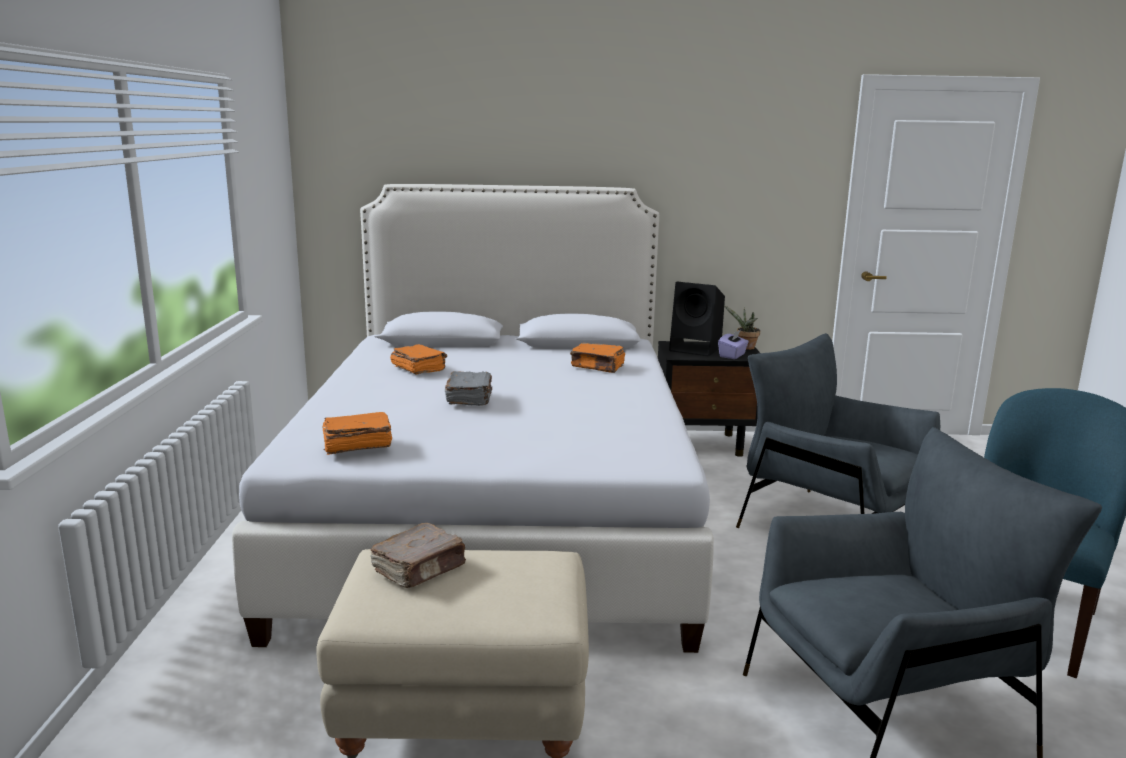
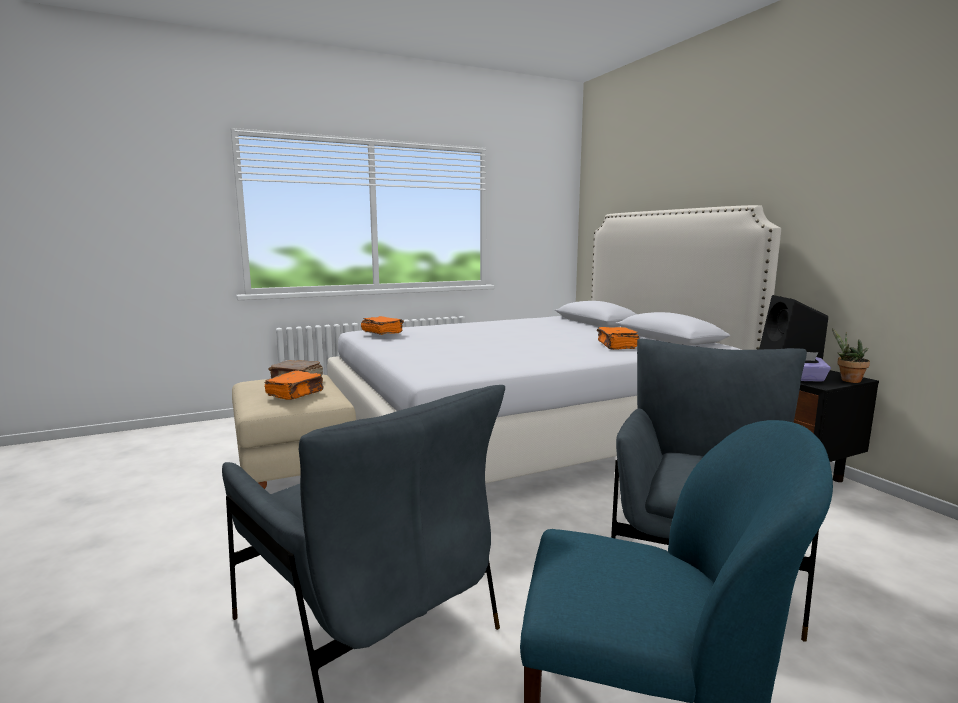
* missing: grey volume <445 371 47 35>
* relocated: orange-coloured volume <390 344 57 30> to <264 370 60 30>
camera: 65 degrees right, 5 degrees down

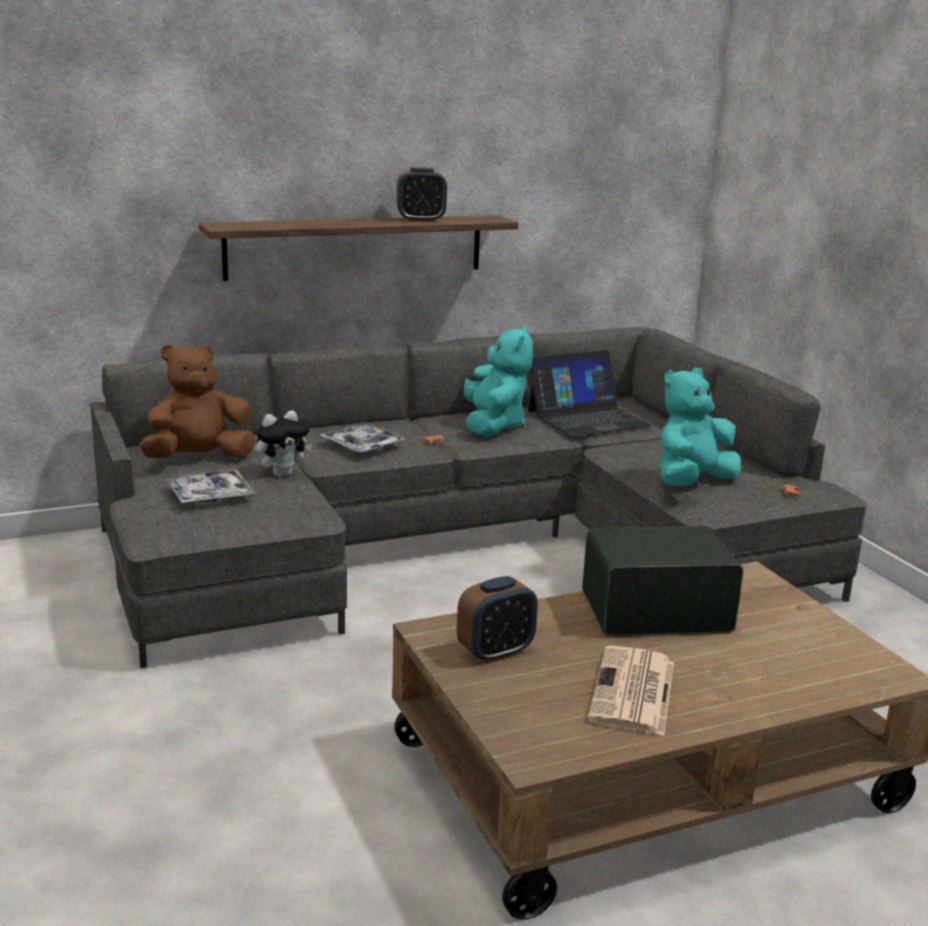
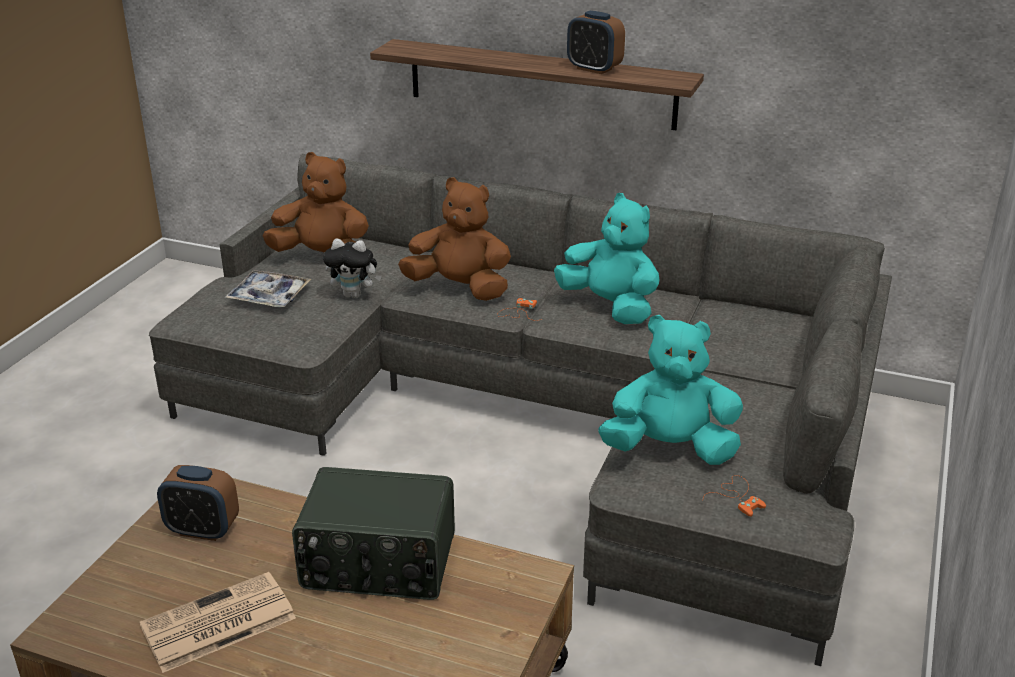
* missing: portable computer <528 350 124 87>
* exchanged: serving tray <321 422 86 31> to brown cuddly toy <398 177 113 124>
* spun: turquoise-coloured cuddly toy <464 325 69 111> = <554 193 105 131> 90 degrees counterclockwise
* spun: radio receiver <582 526 161 111> = <292 467 163 133> 150 degrees clockwise
camera: 45 degrees right, 10 degrees up

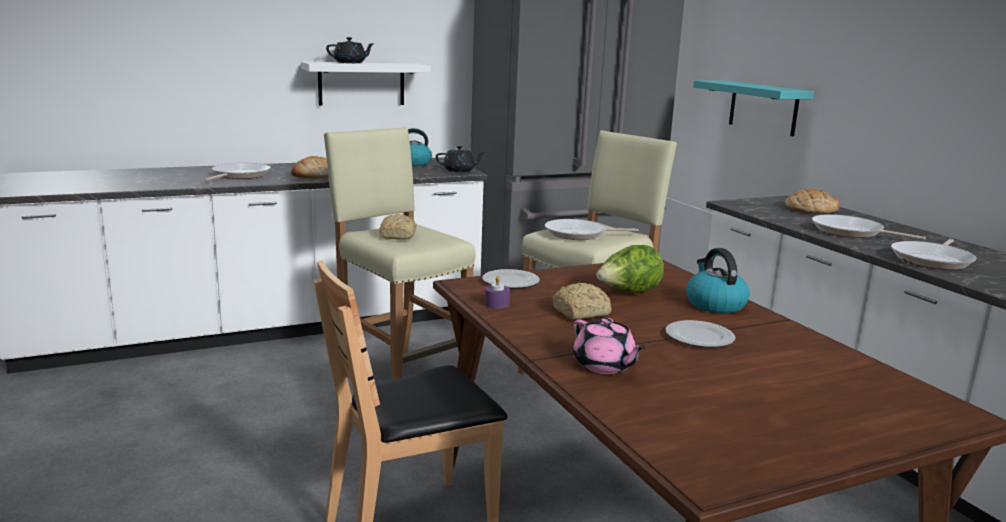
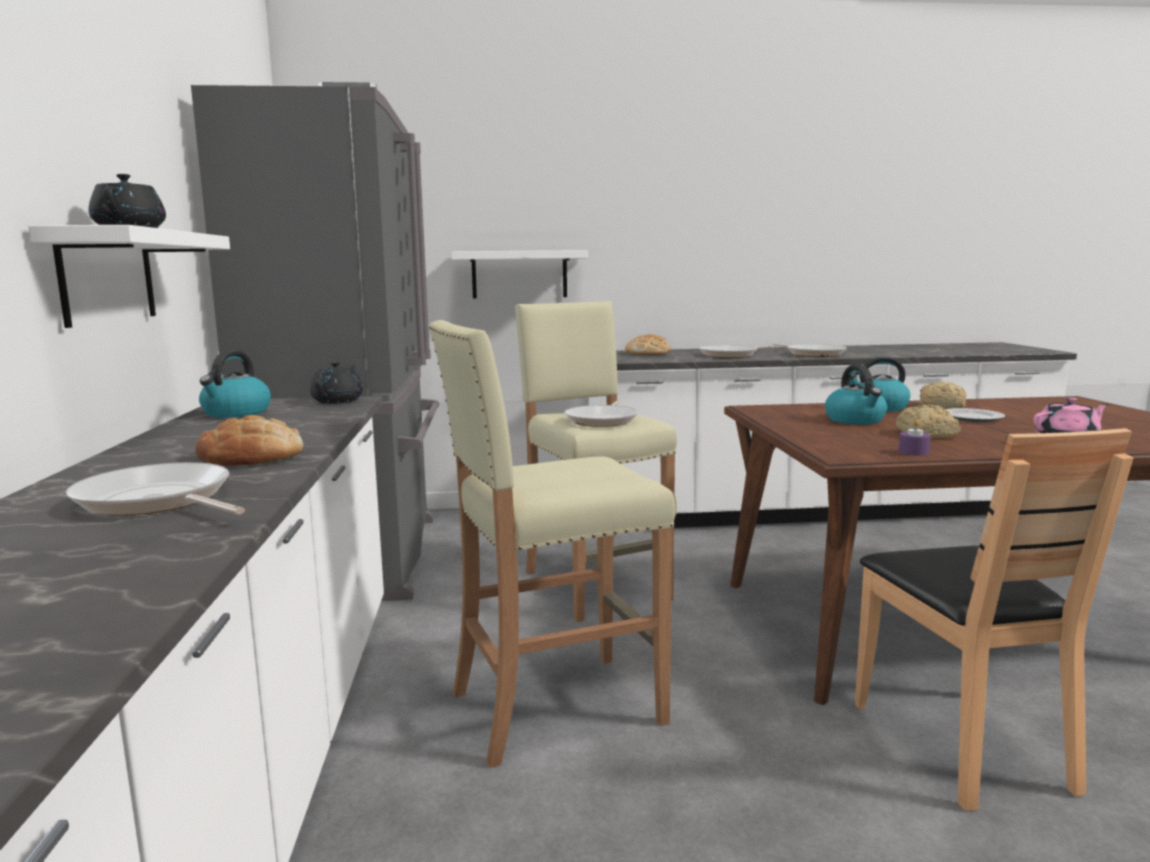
* missing: plate <482 269 58 20>
* relocated: bakery bread <379 214 38 26> to <920 382 47 27>
* exchanged: head of lettuce <597 245 67 48> to water kettle <825 364 62 61>
* colour: turquoise-coloured wall shelf <693 80 121 56> to whitish wall shelf <451 250 137 49>
camera: 70 degrees left, 5 degrees down

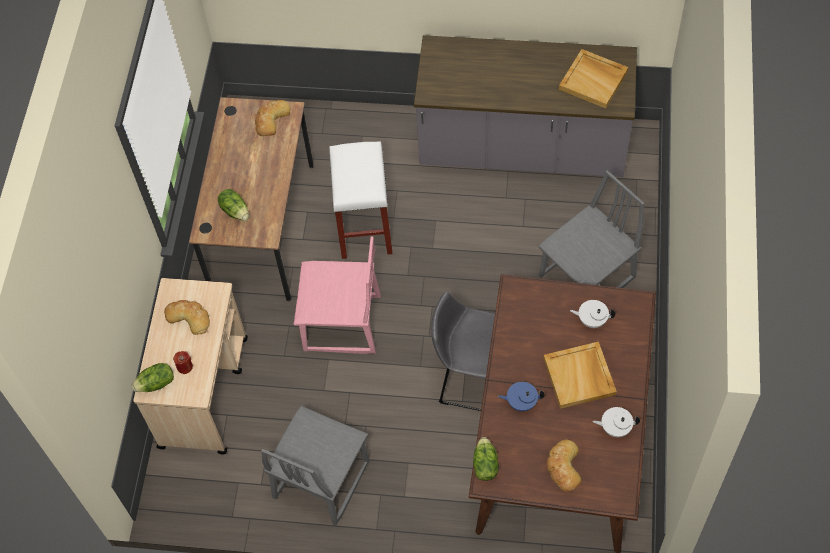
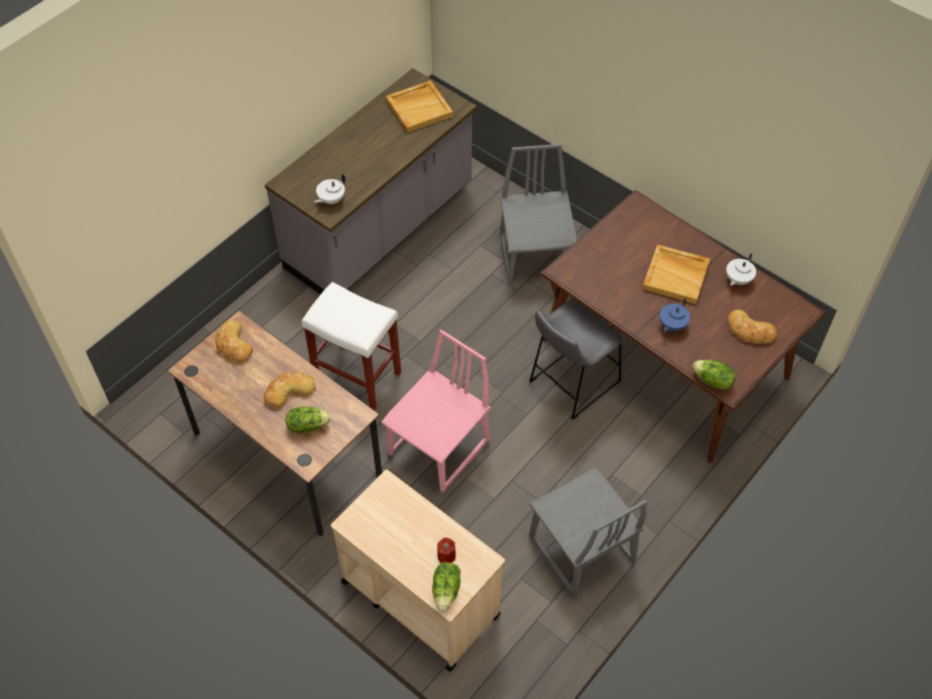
* relocated: bakery bread <164 300 46 35> to <264 372 52 36>
* relocated: whitish teapot <570 300 45 28> to <314 174 31 30>
camera: 60 degrees left, 5 degrees down

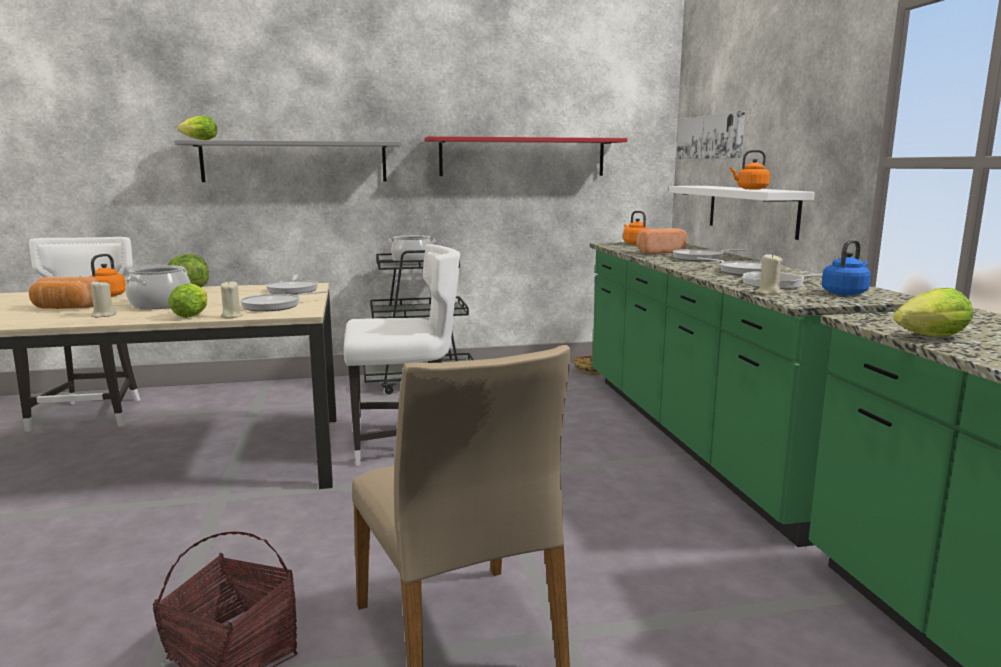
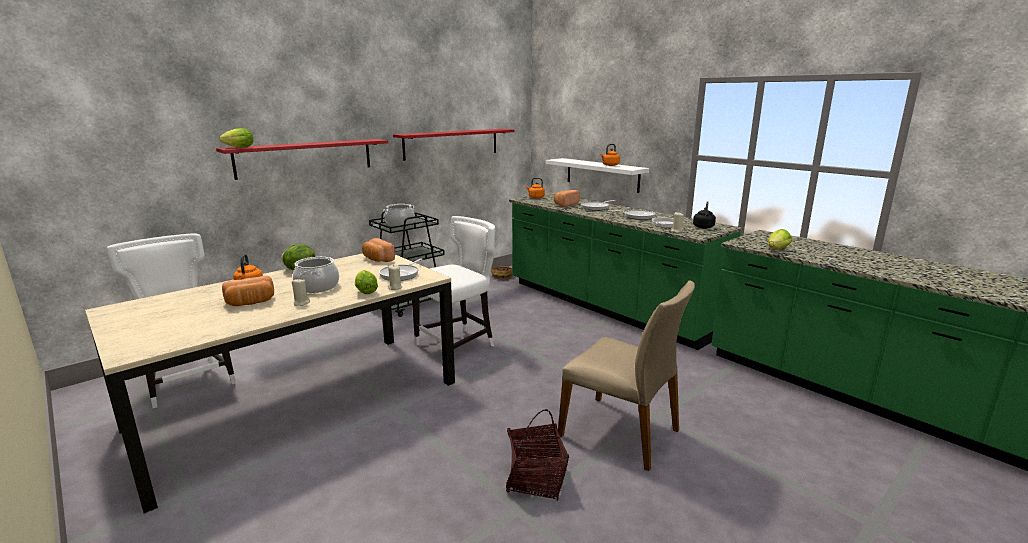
* missing: picture <677 111 68 48>
* exchanged: frying pan <266 275 52 20> to bakery bread <362 238 33 24>
* colour: grey wall shelf <174 140 228 42> to red wall shelf <216 139 172 41>
* colour: blue-coloured water kettle <822 240 49 55> to black water kettle <693 201 23 27>
camera: 30 degrees left, 5 degrees up

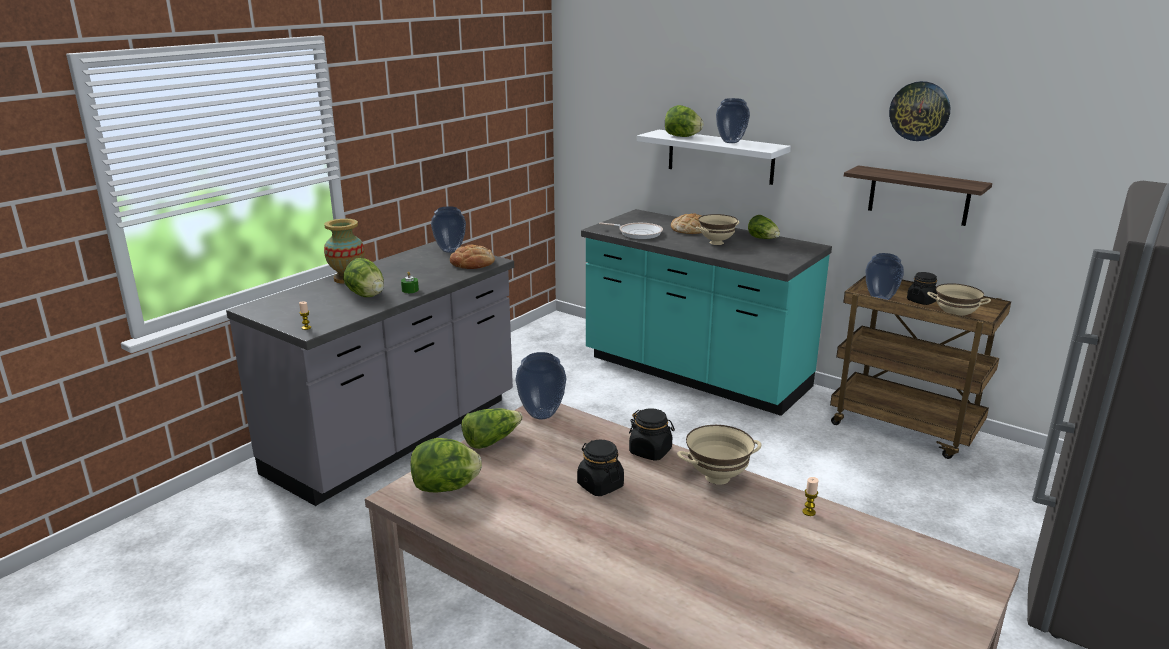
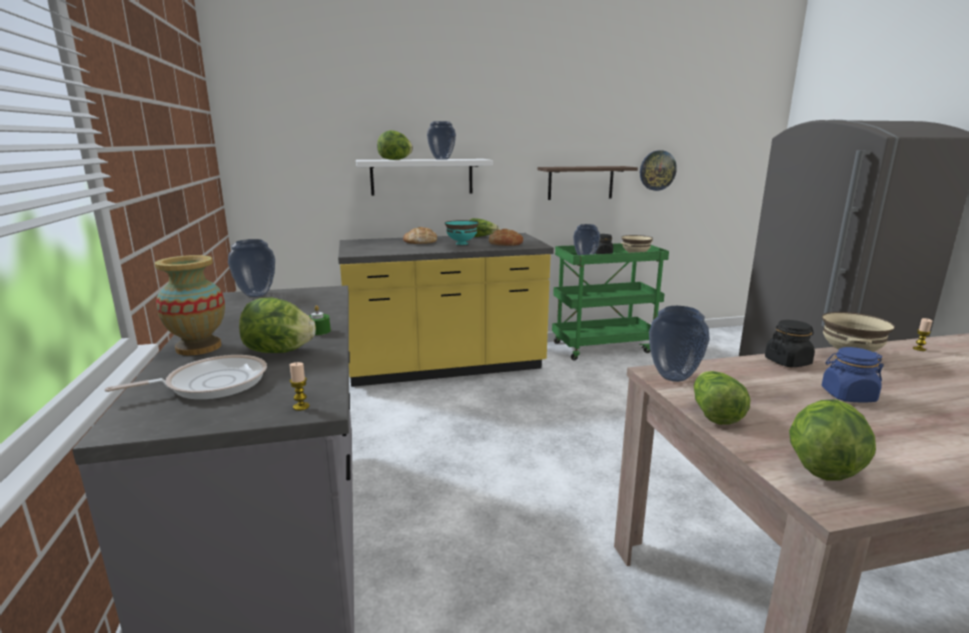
* relocated: bakery bread <450 244 45 25> to <489 229 34 17>
* relocated: frying pan <599 222 64 17> to <104 355 163 44>
* relocated: clock on the wall <889 81 61 60> to <640 150 37 41>
* colour: black storage jar <577 440 47 56> to blue-coloured storage jar <822 347 62 55>
* colour: turquoise-coloured kitchen counter <581 209 251 207> to yellow-coloured kitchen counter <338 233 216 154>
* colour: sand-coloured deep dish <696 214 43 31> to turquoise-coloured deep dish <445 220 34 25>
* colour: brown trolley <830 275 181 184> to greenish trolley <552 243 117 118>
camera: 50 degrees left, 5 degrees down

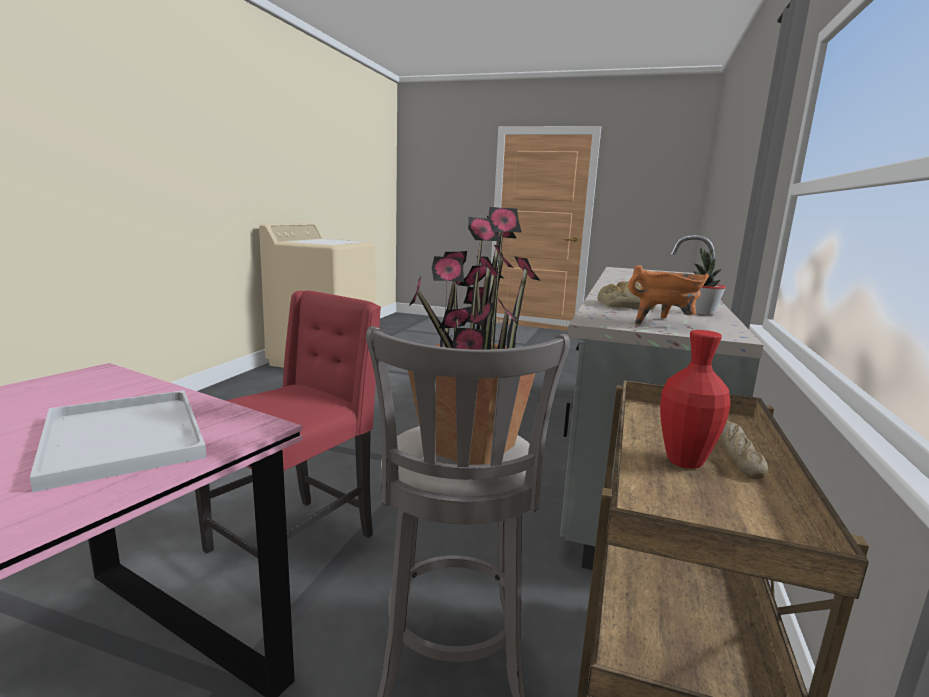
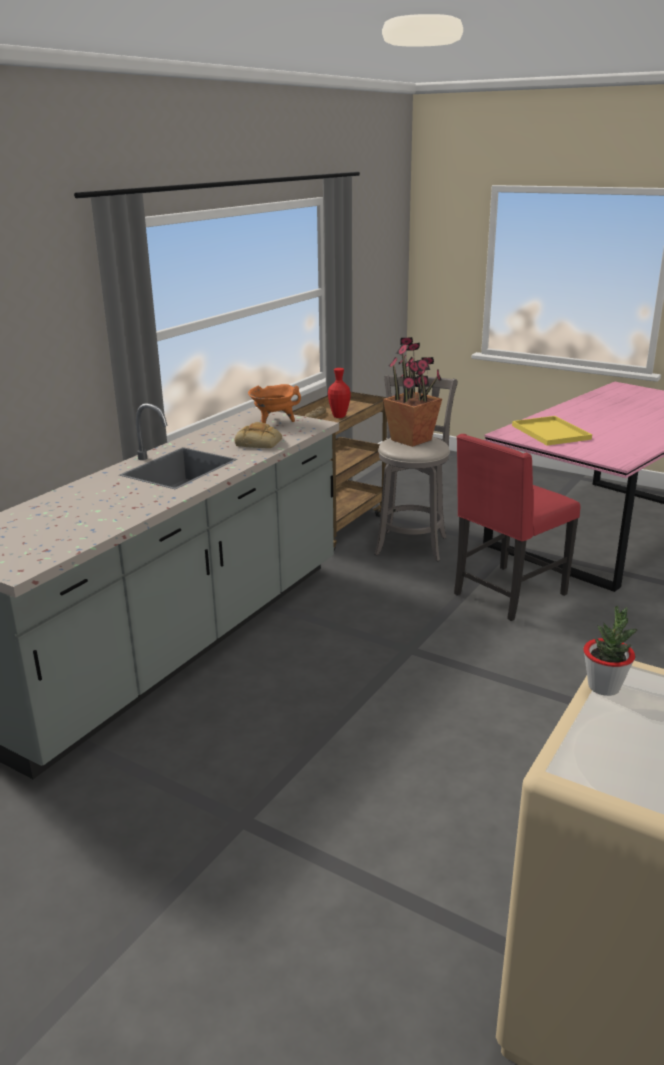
* relocated: houseplant <694 248 32 67> to <583 606 55 90>
* colour: whitish serving tray <30 390 177 102> to yellow-coloured serving tray <512 416 80 30>
camera: 165 degrees left, 10 degrees up

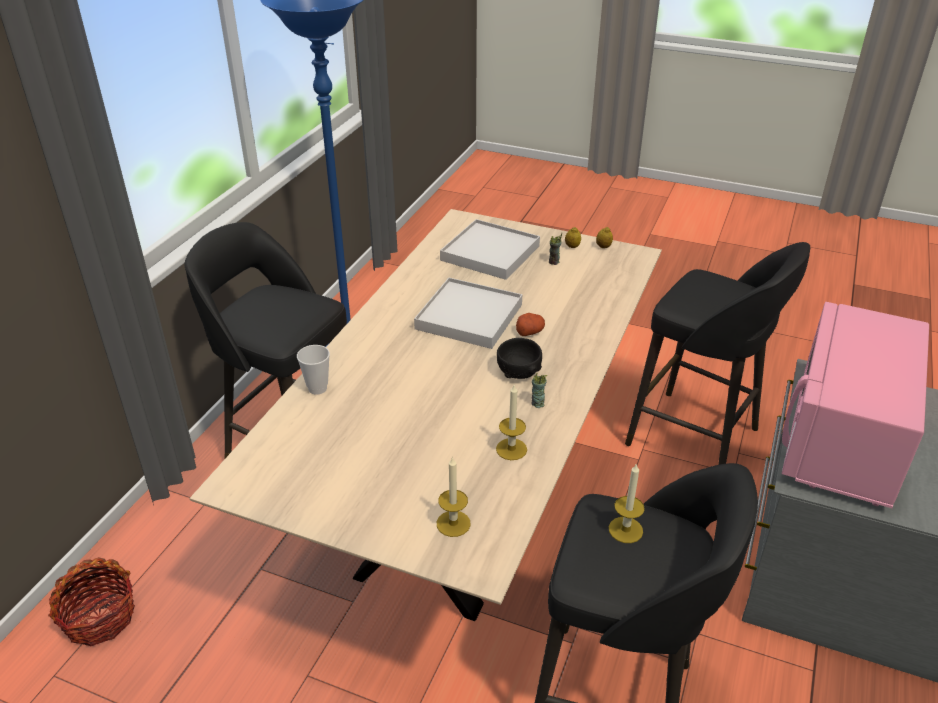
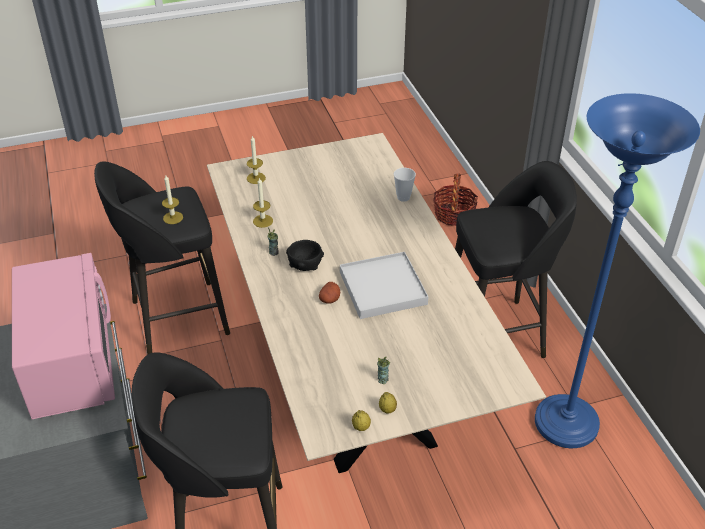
* missing: whitish serving tray <440 219 100 61>
camera: 140 degrees right, 5 degrees up

